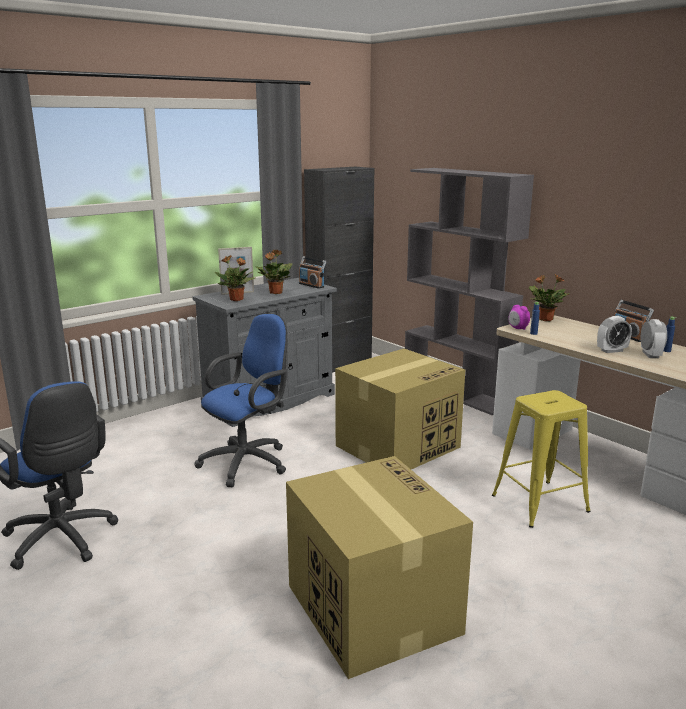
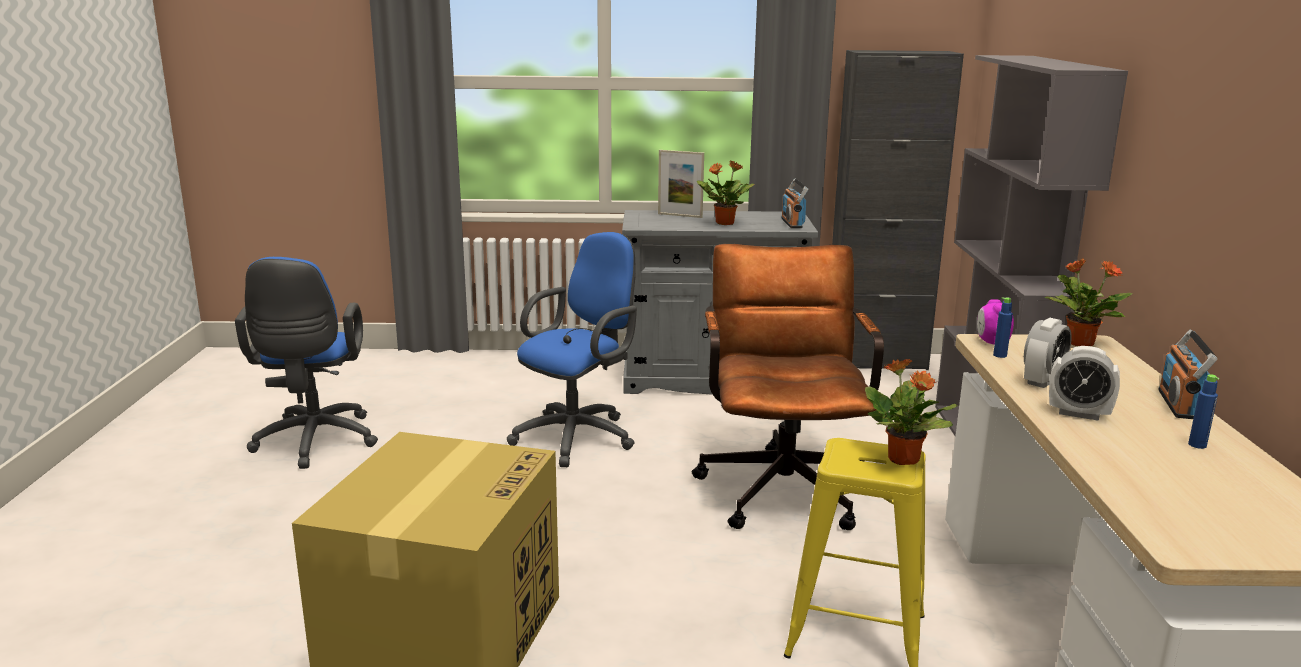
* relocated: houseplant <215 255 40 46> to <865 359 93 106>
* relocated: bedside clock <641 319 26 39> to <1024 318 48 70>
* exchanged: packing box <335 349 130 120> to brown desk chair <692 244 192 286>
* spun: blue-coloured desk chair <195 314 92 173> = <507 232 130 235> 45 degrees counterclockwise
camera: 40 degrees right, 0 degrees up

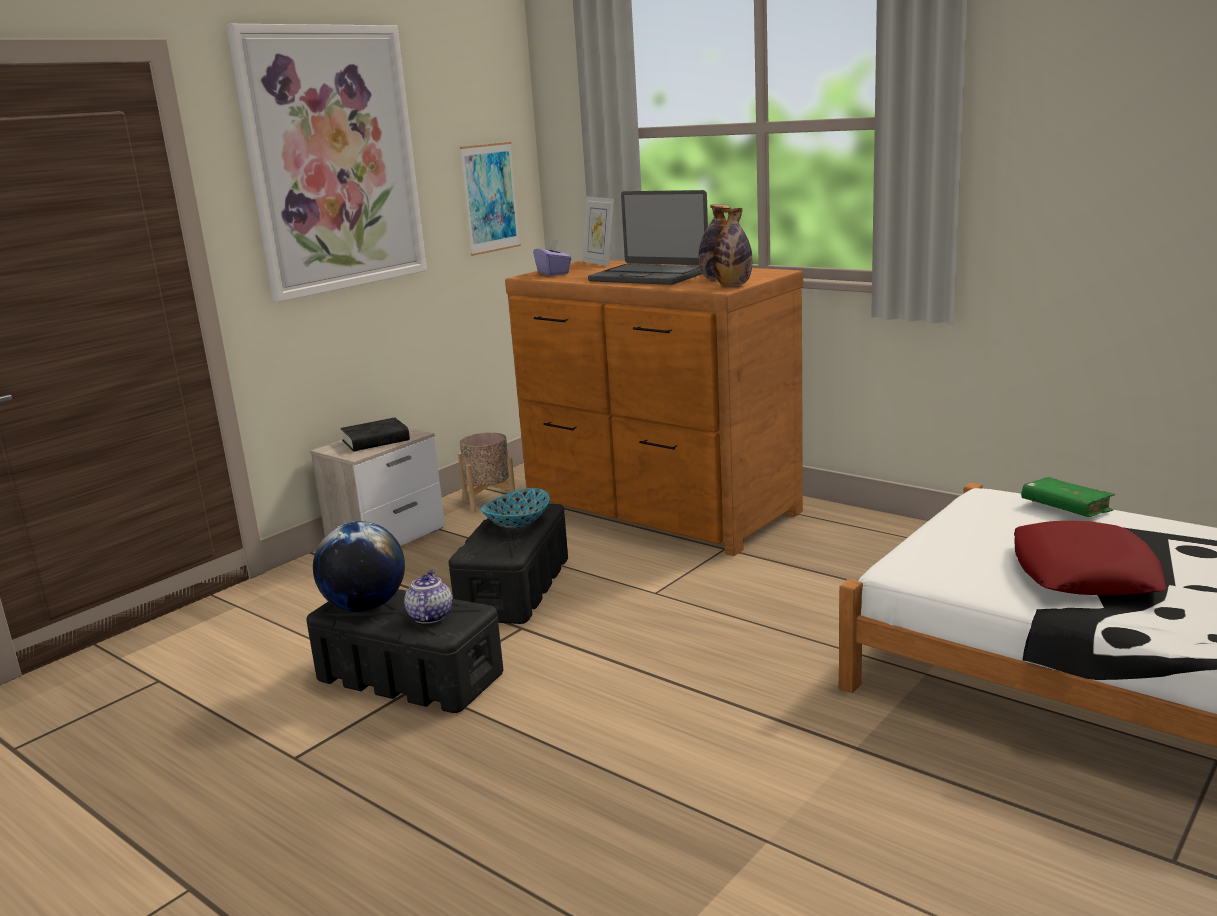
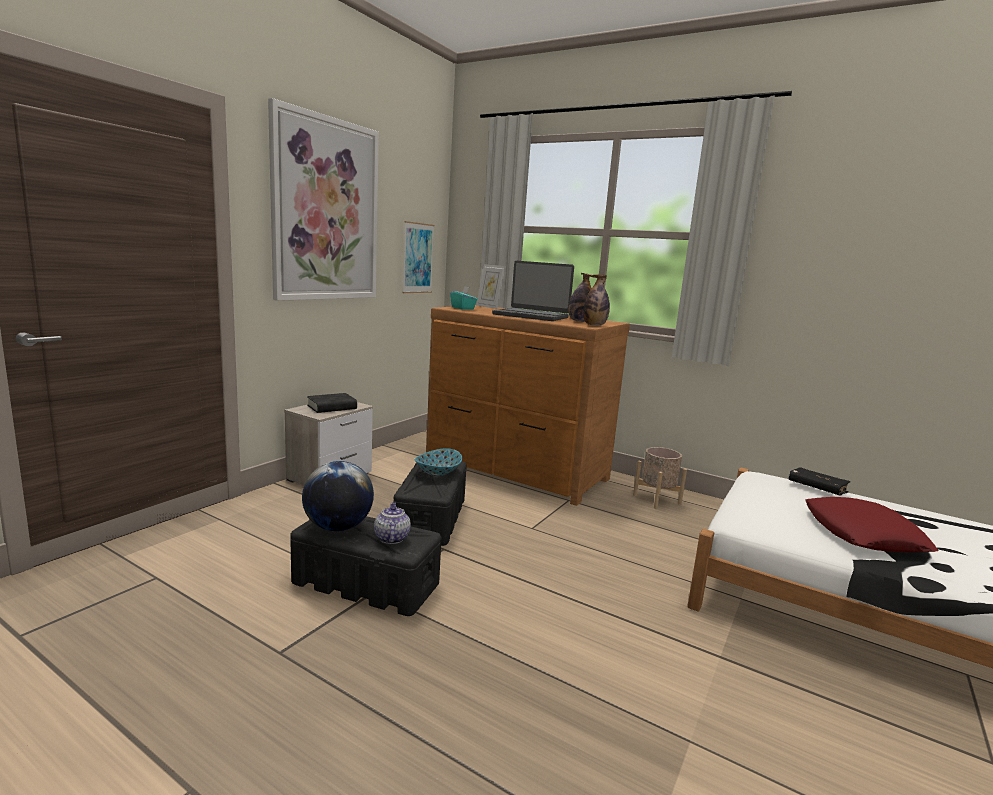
* relocated: sand-coloured flower pot <458 432 57 81> to <633 447 54 62>
* colour: purple-coloured box of tissues <533 239 39 37> to turquoise-coloured box of tissues <450 287 27 23>
* colour: greenish volume <1021 477 94 40> to black volume <788 467 63 29>
camera: 10 degrees left, 5 degrees down

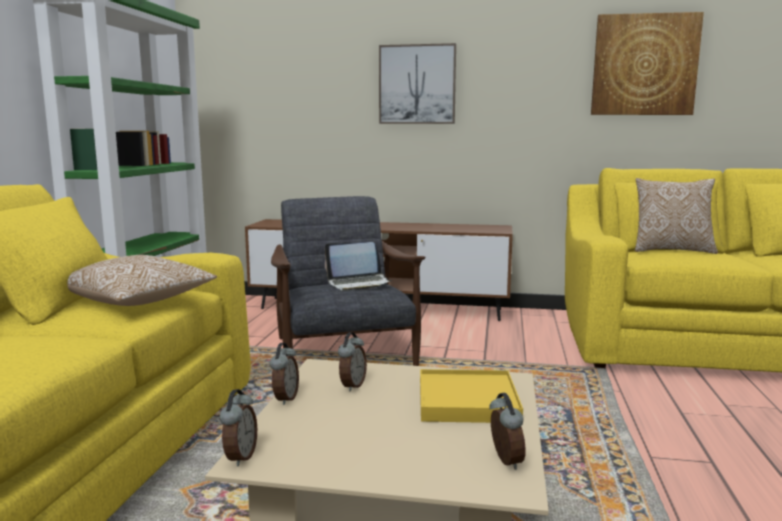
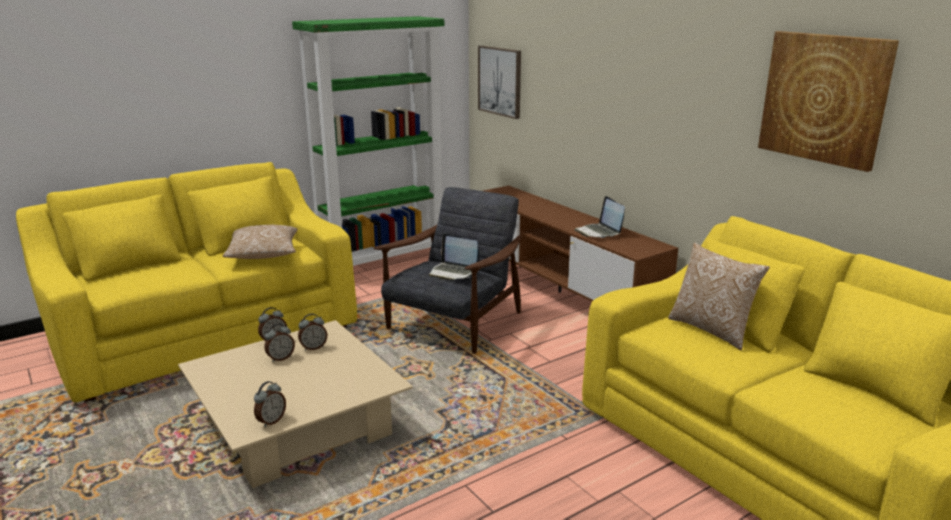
* missing: yellow-coloured serving tray <420 369 103 54>
* appeared: portable computer <575 196 50 42>
* relocated: bedside clock <220 389 37 78> to <264 323 31 39>
* relocated: picture <379 43 77 81> to <478 46 43 73>
camera: 45 degrees right, 10 degrees up

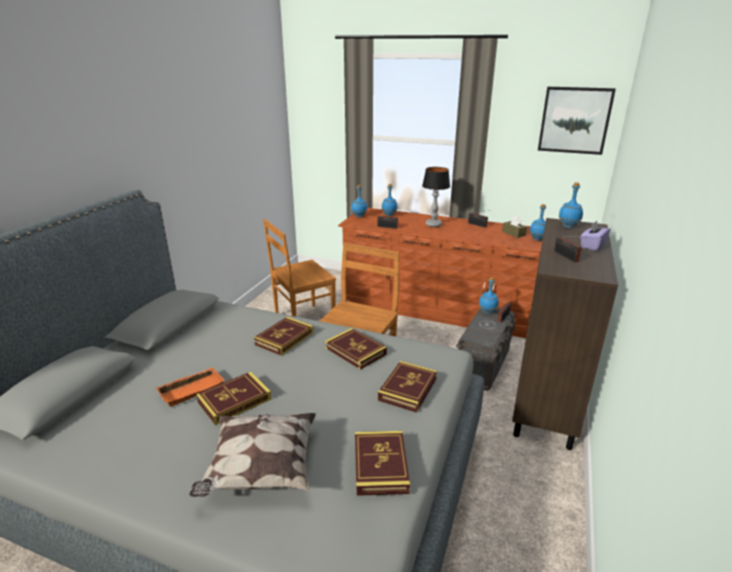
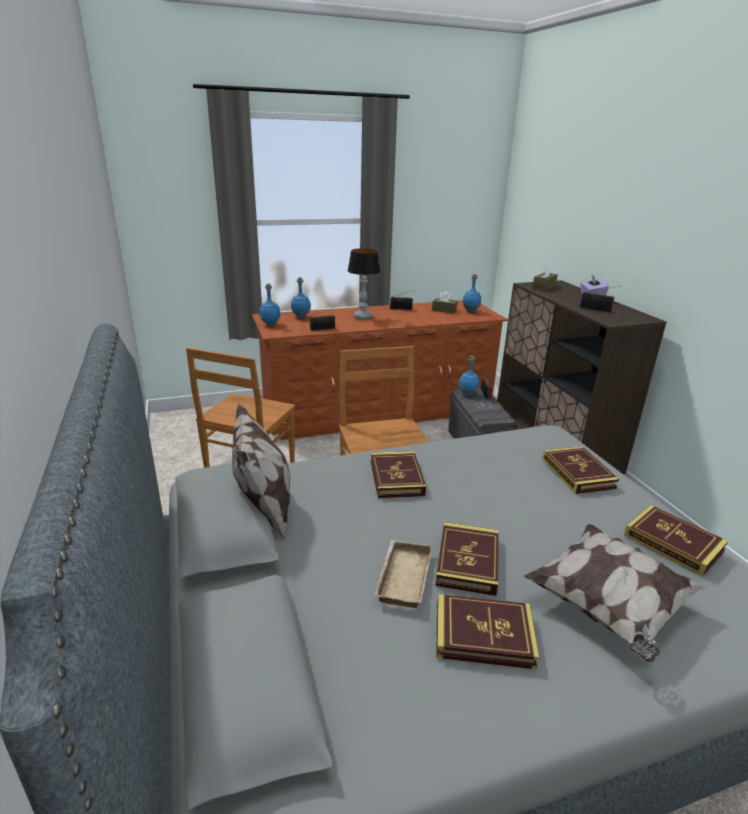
* missing: picture <538 87 78 68>
* appeared: throw pillow <232 404 59 137>
* relocated: volume <325 328 62 42> to <436 594 103 76>
* exchanged: blue-coloured drink bottle <559 183 24 45> to brown box of tissues <532 264 26 27>
* colour: orange-coloured serving tray <156 367 69 40> to sand-coloured serving tray <374 540 58 68>
camera: 40 degrees left, 0 degrees up

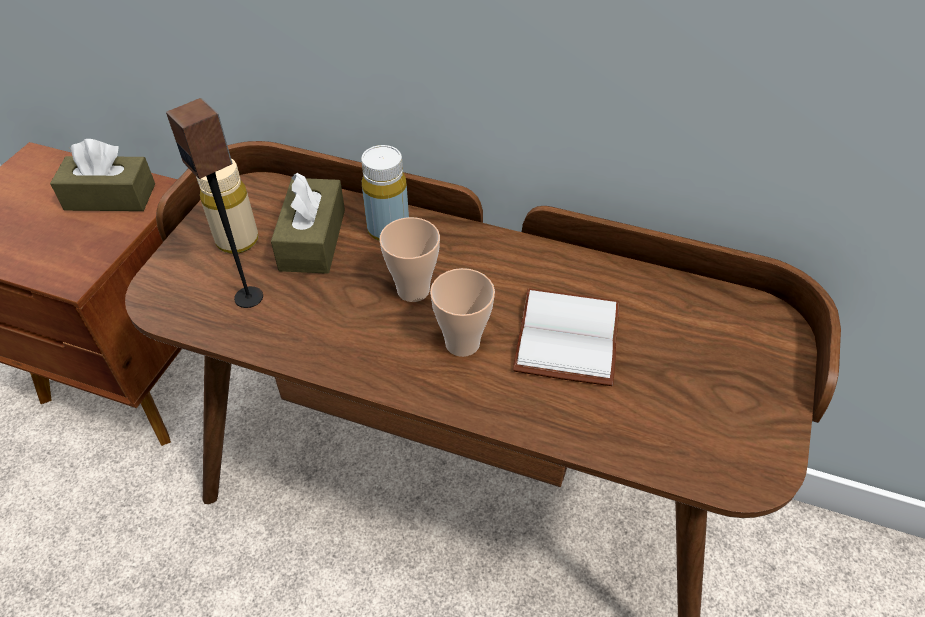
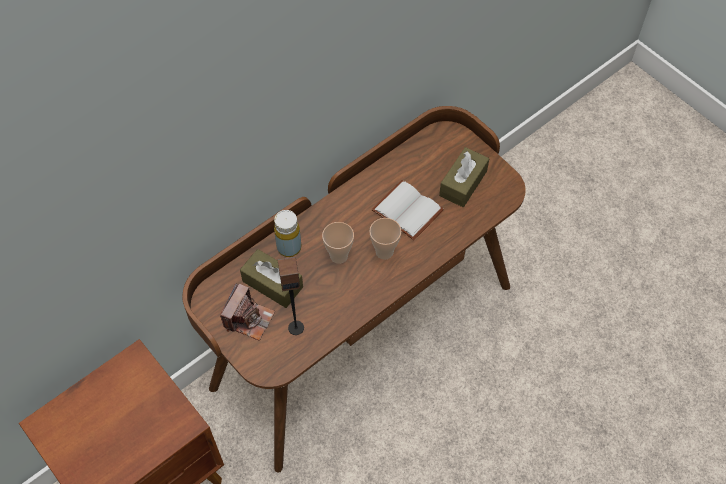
* relocated: brown box of tissues <50 139 105 72> to <439 147 50 60>
* exchanged: sand-coloured drink bottle <196 158 63 96> to still camera <220 283 55 58>
camera: 60 degrees left, 10 degrees up

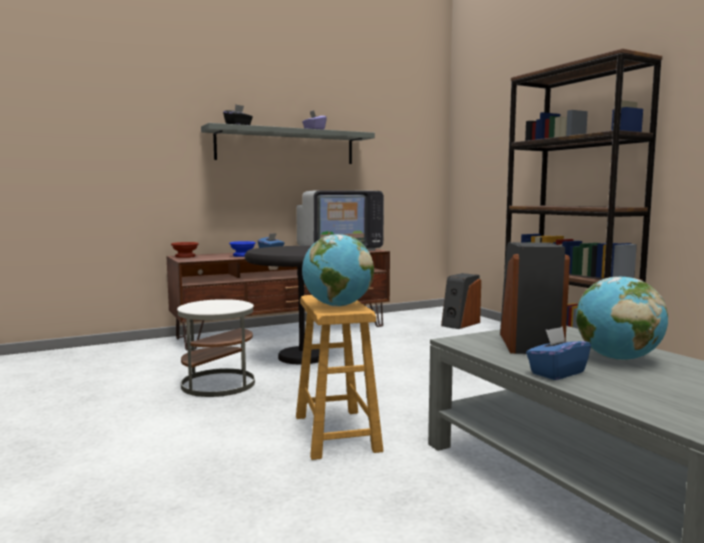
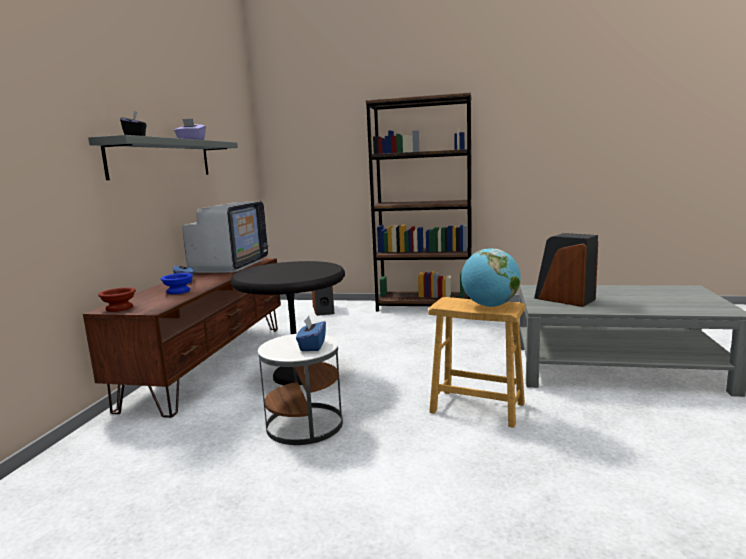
* missing: globe <576 277 92 83>
* relocated: blue-coloured box of tissues <526 326 65 54> to <296 316 30 35>
camera: 50 degrees left, 5 degrees up

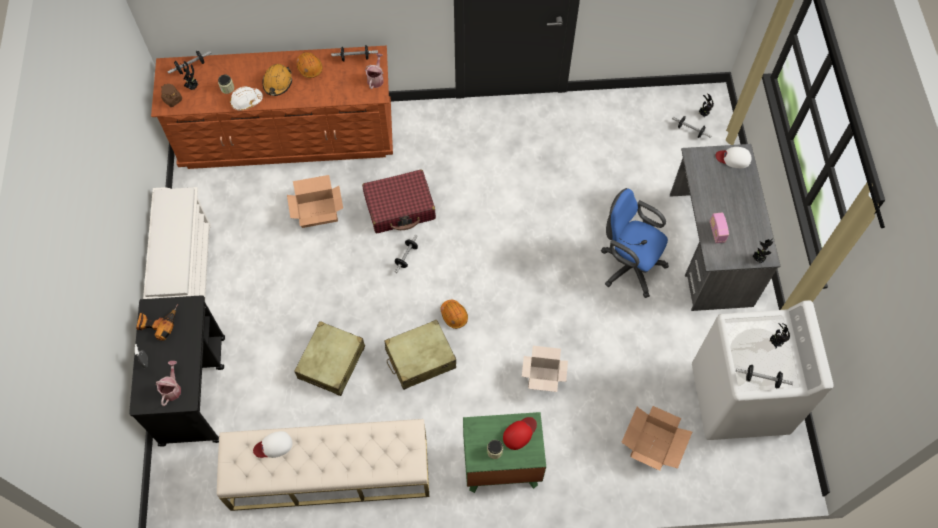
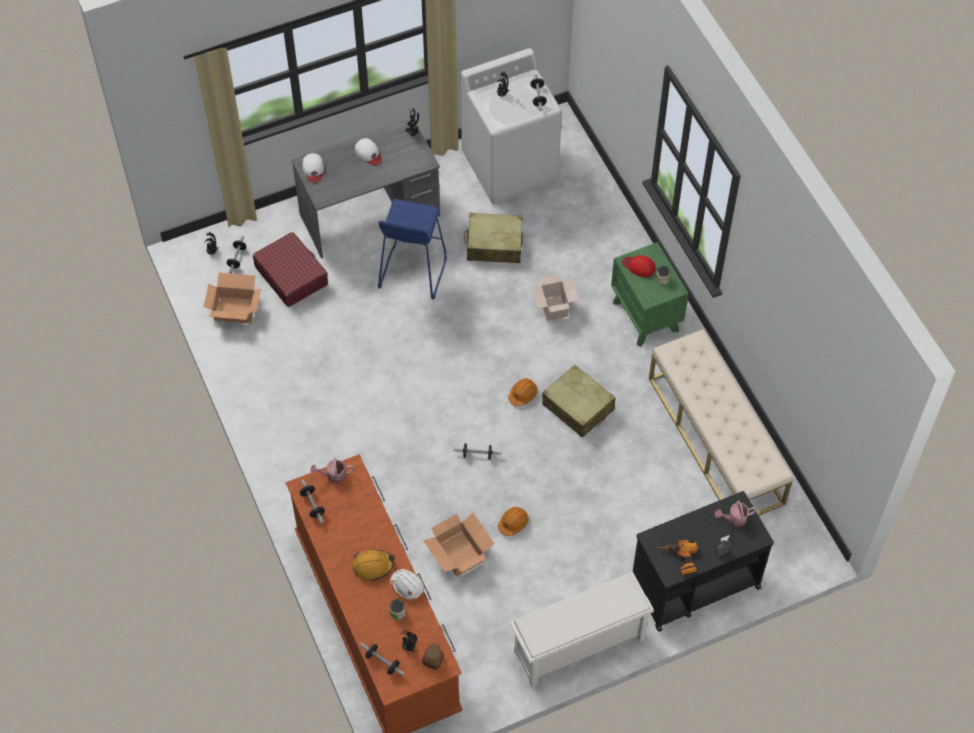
* missing: radio receiver <710 212 19 31>
* relocated: whitish baseball cap <253 431 39 27> to <355 138 27 27>
* relocated: sand-coloured travel case <294 321 71 75> to <464 213 59 50>
* relocated: orange-coloured work helmet <296 52 27 26> to <498 507 31 29>
* relocated: red travel case <362 170 74 63> to <253 232 75 75>
* relocated: packing box <621 406 71 65> to <203 273 58 51>
* exchanged: blue-coloured desk chair <601 188 68 110> to blue-coloured stool <378 199 69 101>
camera: 110 degrees left, 5 degrees down

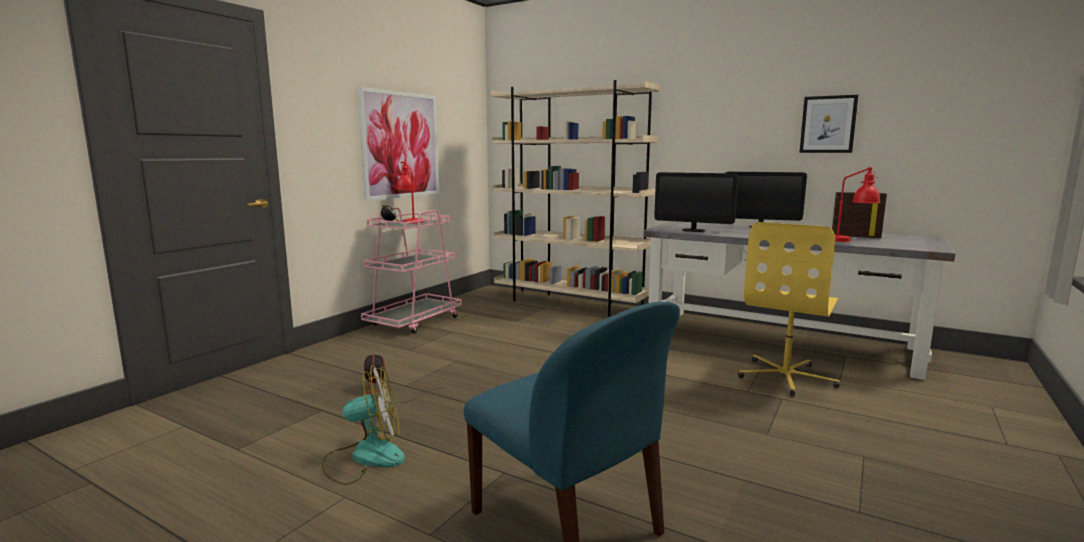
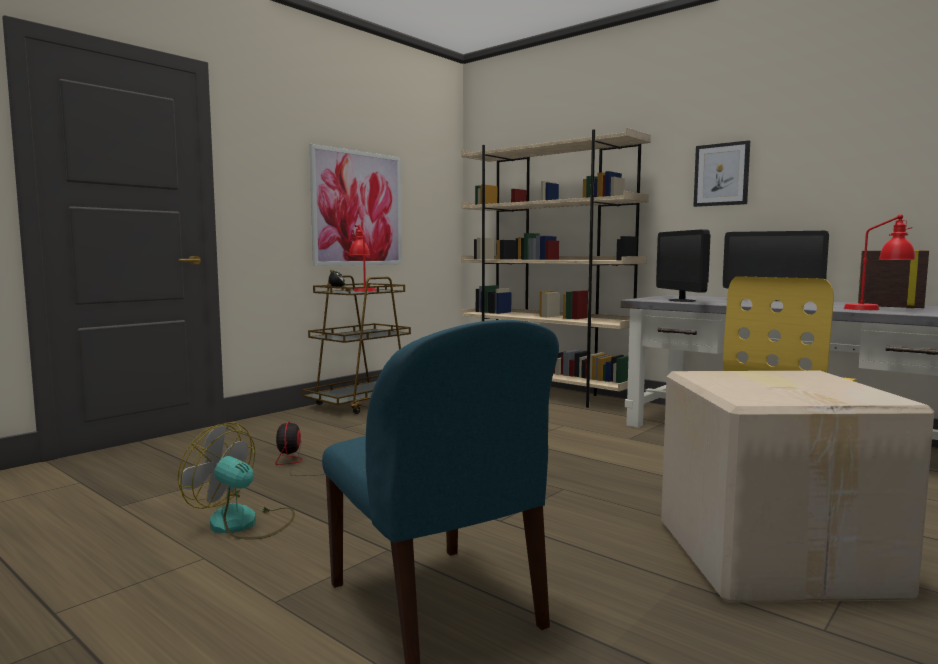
* appeared: packing box <661 371 273 232>
* relocated: picture <799 95 59 58> to <693 140 57 67>
* colour: pinkish trolley <361 207 101 127> to brown trolley <302 275 109 139>
* spun: fan <322 365 83 120> = <178 423 117 116> 150 degrees counterclockwise
* spun: monitor <655 172 83 60> = <656 229 54 73> 45 degrees clockwise
camera: 10 degrees right, 5 degrees down

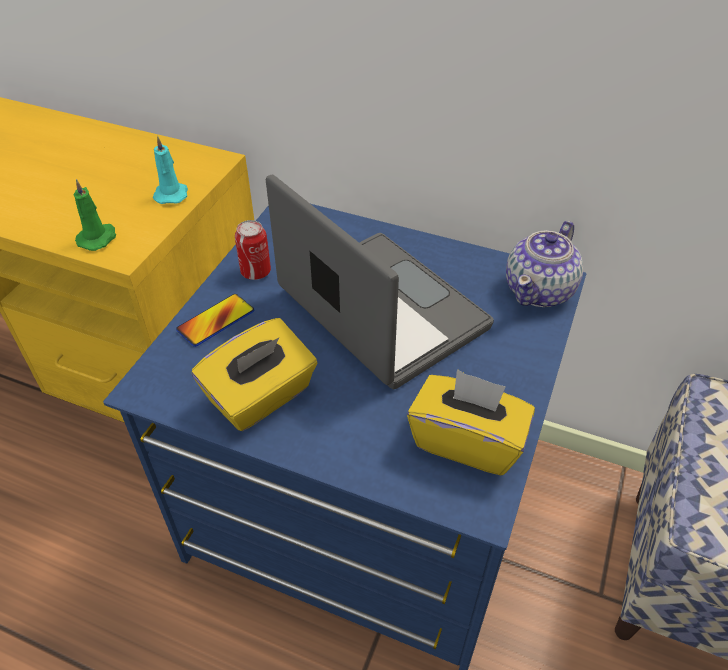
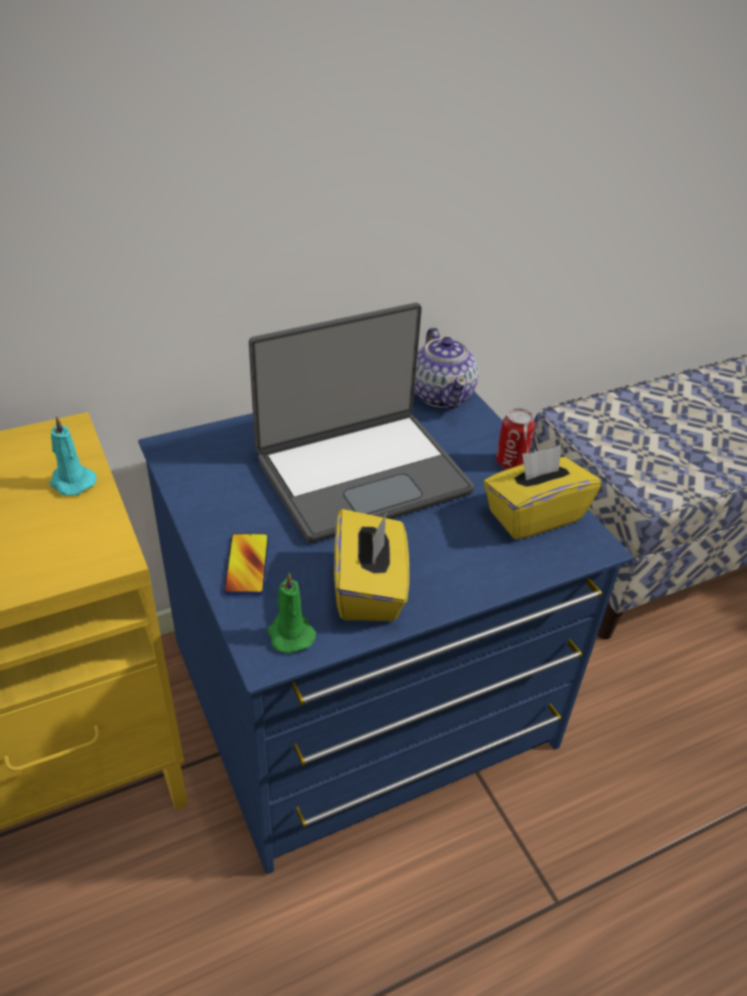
* relocated: greenish wax candle <74 179 42 72> to <268 573 48 81>
* relocated: can <235 220 36 60> to <496 408 39 61>
* spun: portable computer <266 175 228 215> = <249 303 225 240> 150 degrees clockwise
camera: 50 degrees left, 5 degrees down

